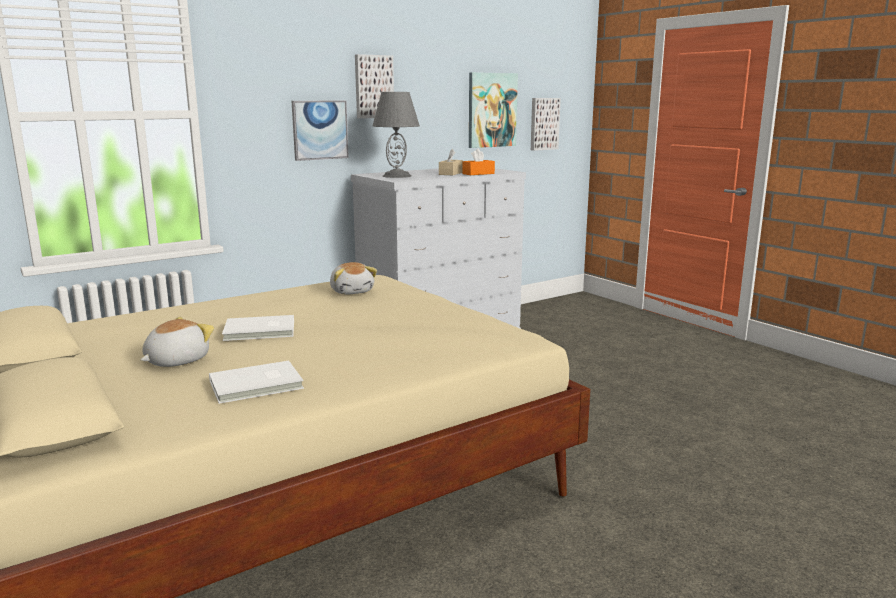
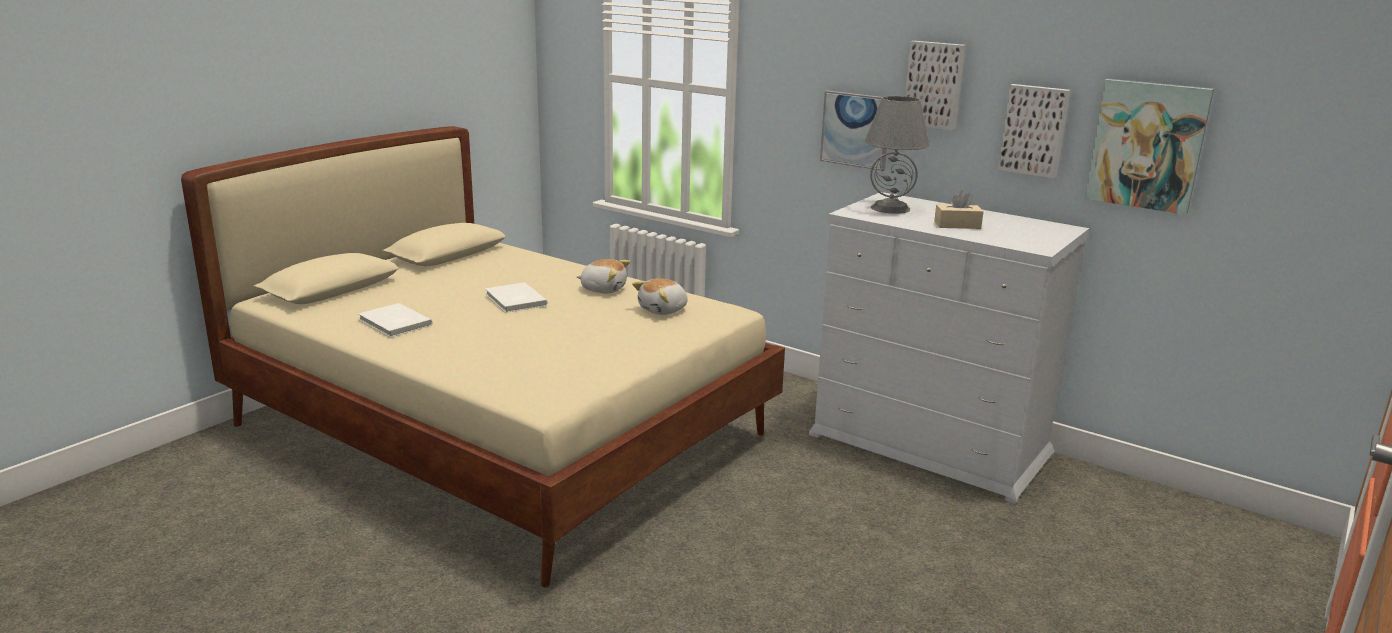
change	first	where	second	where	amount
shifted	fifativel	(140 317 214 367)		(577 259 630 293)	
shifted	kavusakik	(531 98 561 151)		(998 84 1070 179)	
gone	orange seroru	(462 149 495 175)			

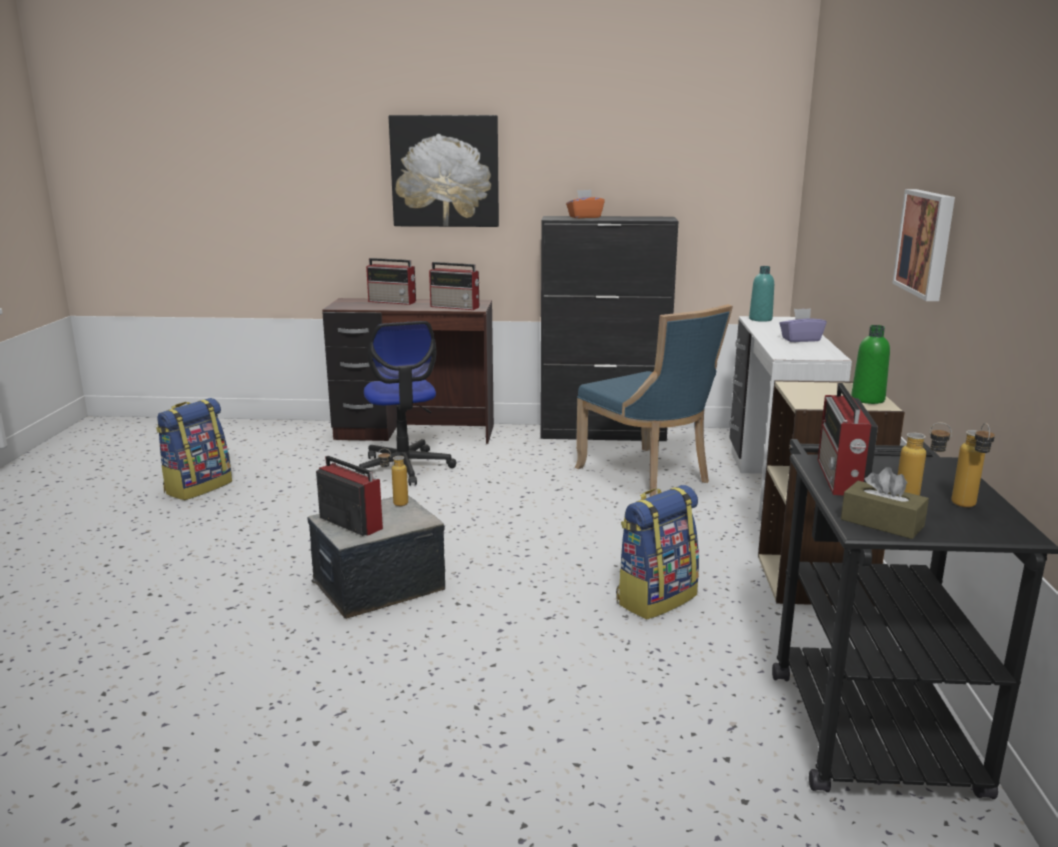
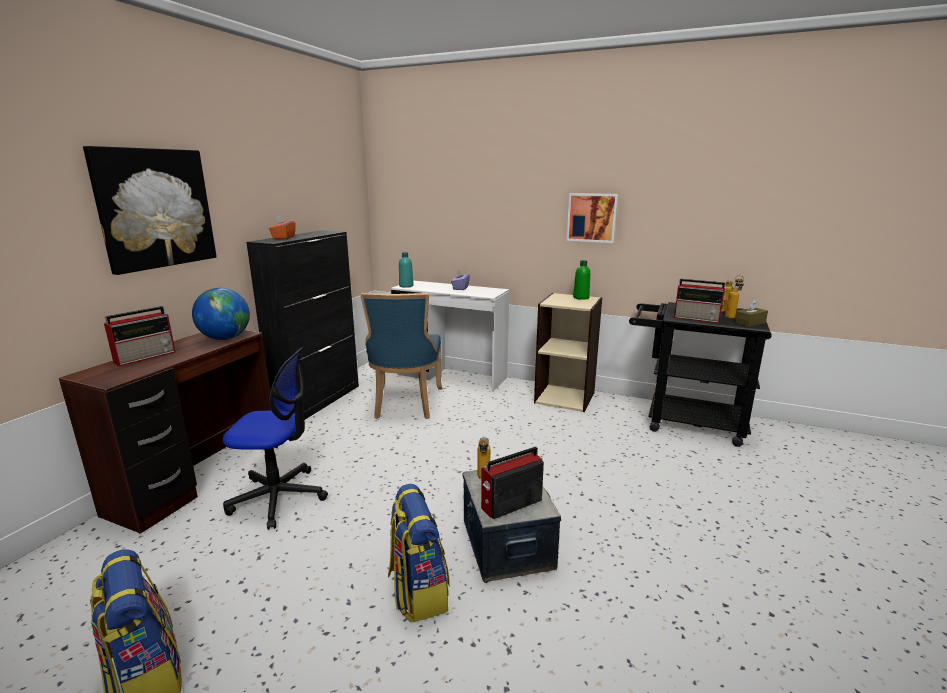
change	first	where	second	where	amount
swapped	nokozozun	(429 262 480 310)	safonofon	(192 288 250 340)	
rotated	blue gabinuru	(575 304 733 497)		(360 293 443 419)	105 degrees clockwise
shifted	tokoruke	(616 485 699 620)		(388 484 450 623)	

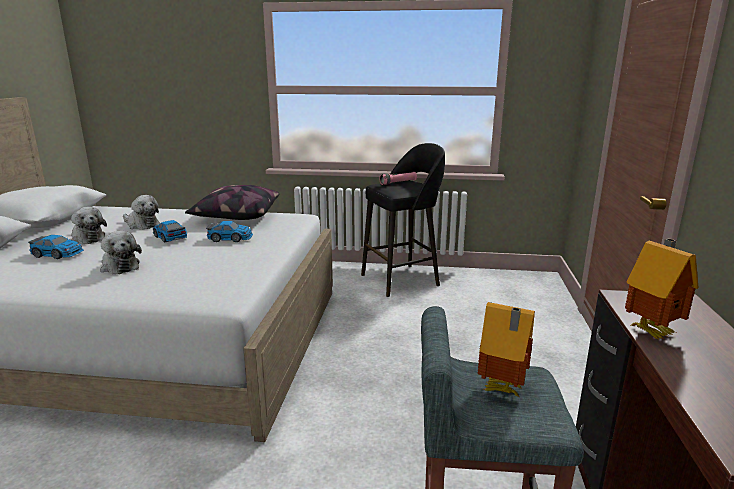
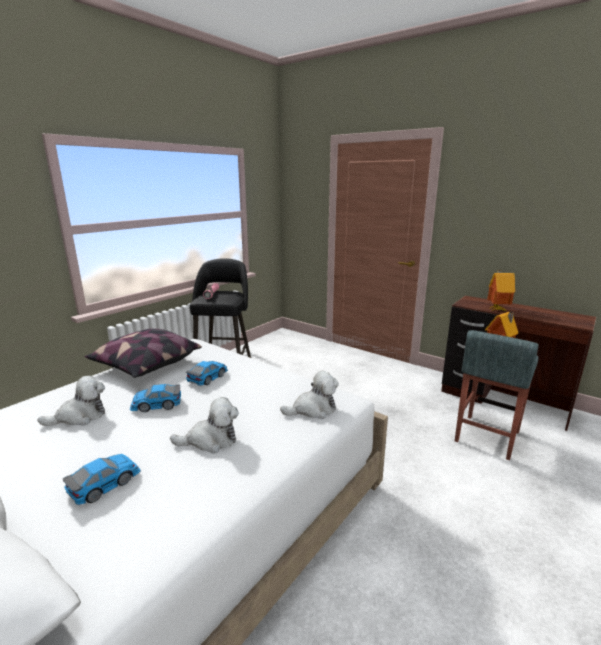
change	first	where	second	where	amount
shifted	fifativel	(71 207 107 244)		(280 371 339 419)	

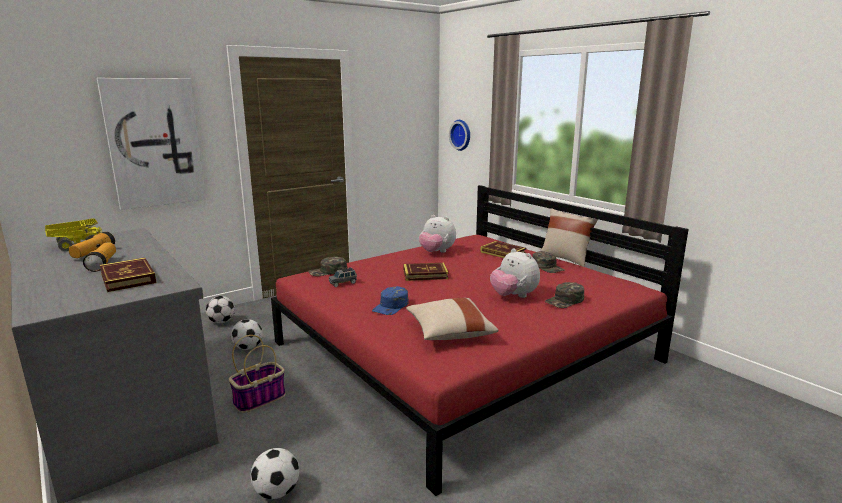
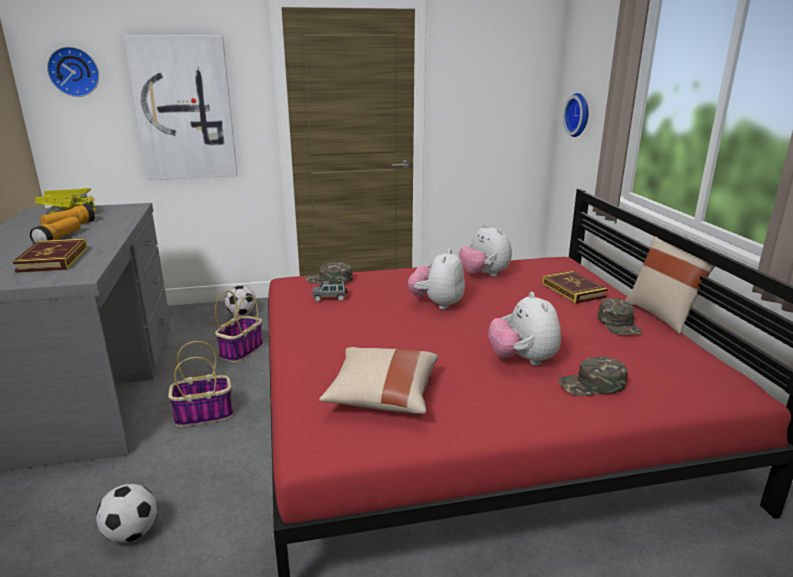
change	first	where	second	where	amount
new			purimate	(47 46 99 97)	
swapped	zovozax	(231 319 263 350)	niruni	(215 291 263 362)	
swapped	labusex	(403 263 448 281)	fifativel	(408 249 465 309)	
gone	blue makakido	(372 286 409 315)			

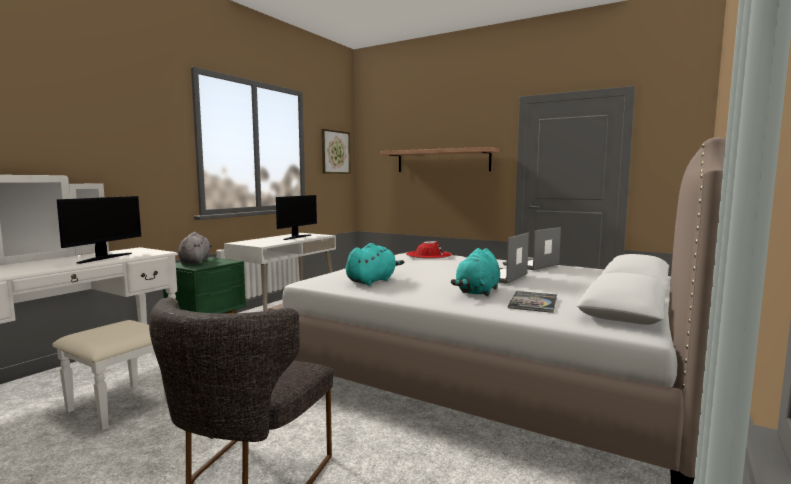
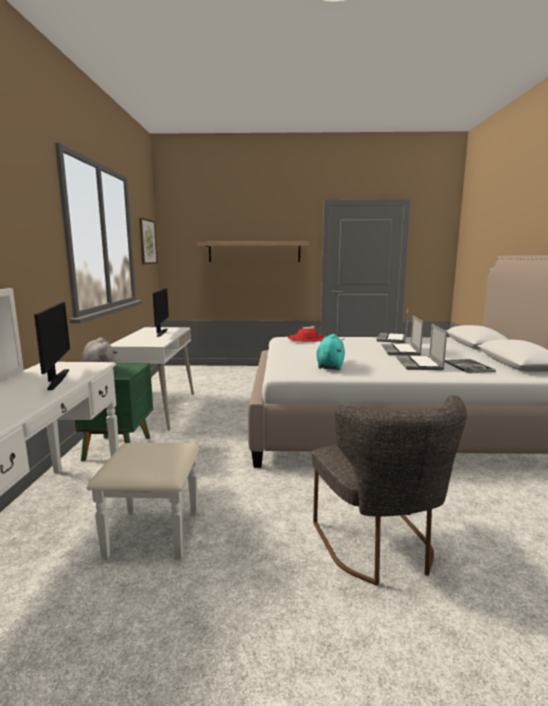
change	first	where	second	where	amount
swapped	turquoise fifativel	(451 248 500 296)	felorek	(396 324 447 370)	

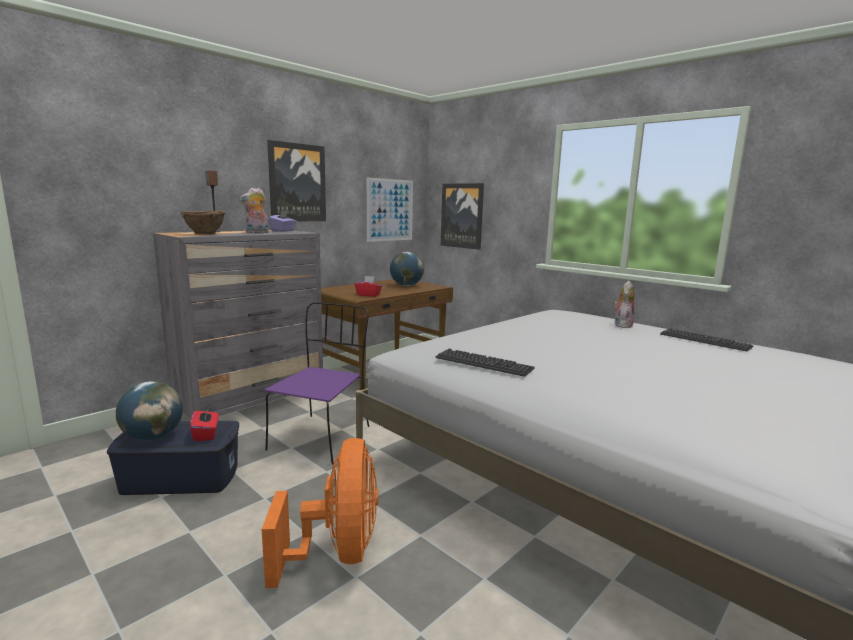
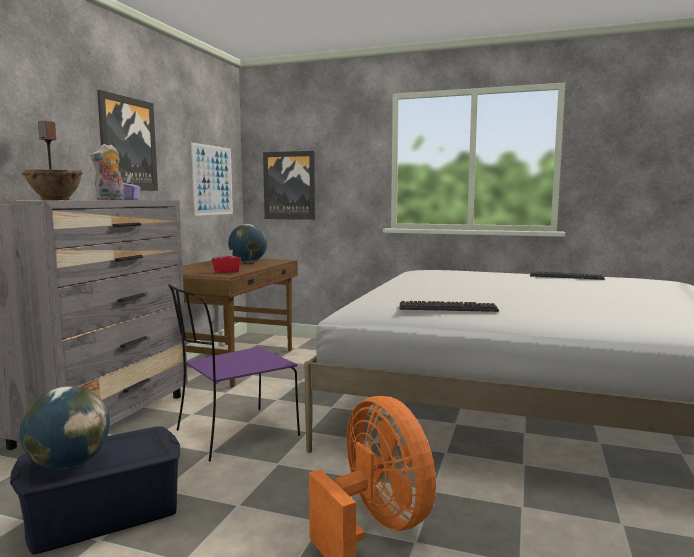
change	first	where	second	where	amount
rotated	purple gabinuru	(264 302 369 464)		(168 284 300 461)	120 degrees counterclockwise
gone	red seroru	(190 405 219 442)			
gone	fifativel	(614 281 634 328)			

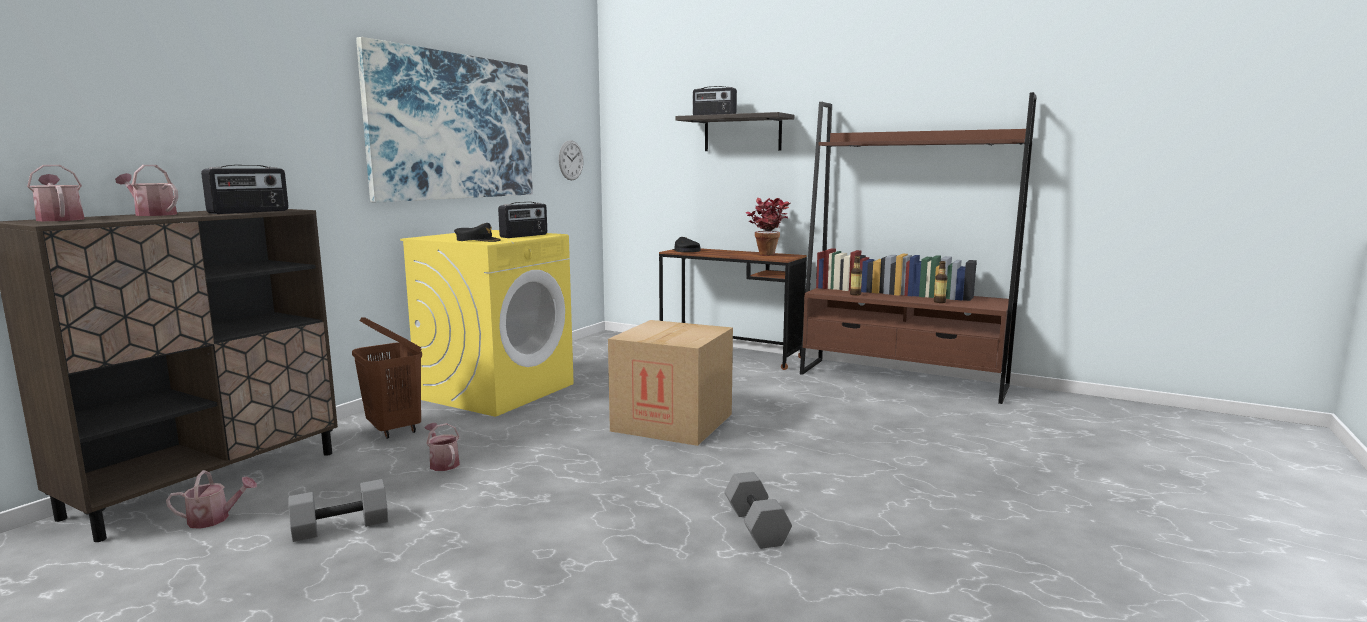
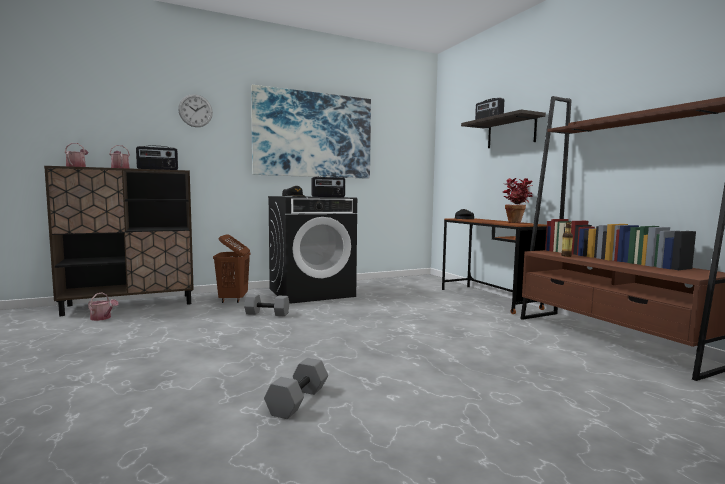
change	first	where	second	where	amount
shifted	purimate	(558 140 584 180)		(178 94 213 127)	
shifted	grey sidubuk	(288 479 388 542)		(244 294 290 316)	
repainted	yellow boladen	(400 230 574 417)	black boladen	(268 196 357 304)	
gone	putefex	(424 423 460 471)			
gone	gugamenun	(608 320 733 446)			
gone	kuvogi	(934 261 948 303)			

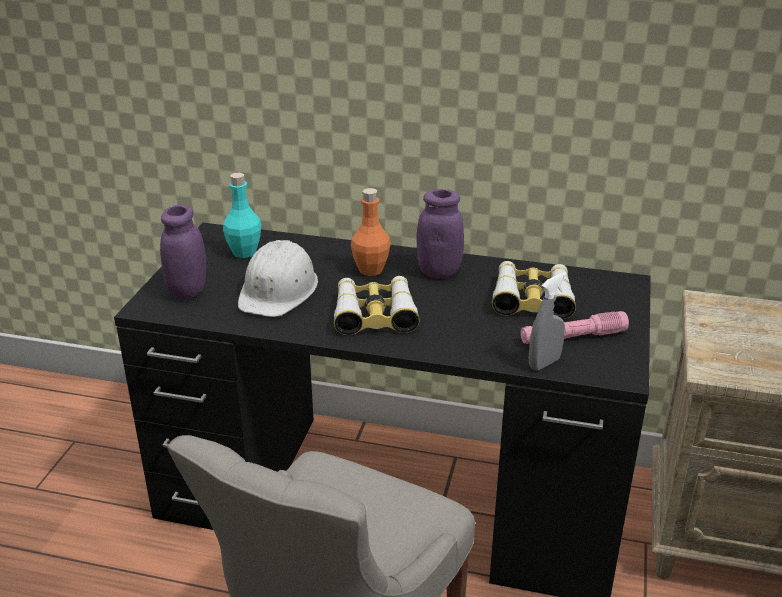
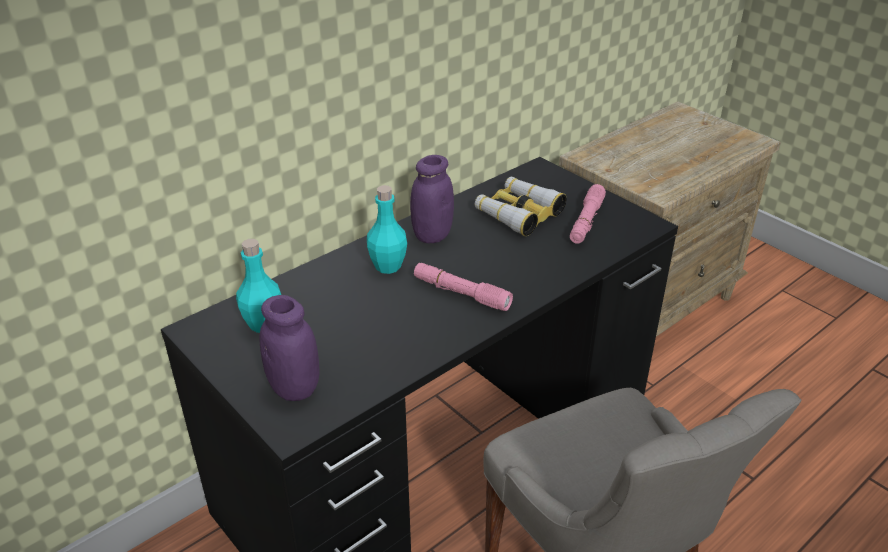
change	first	where	second	where	amount
repainted	orange kuvogi	(351 188 391 276)	turquoise kuvogi	(367 185 407 274)	
swapped	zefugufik	(334 276 420 335)	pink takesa	(414 263 513 311)	
gone	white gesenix	(238 240 318 317)			
gone	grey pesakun	(529 272 567 370)			

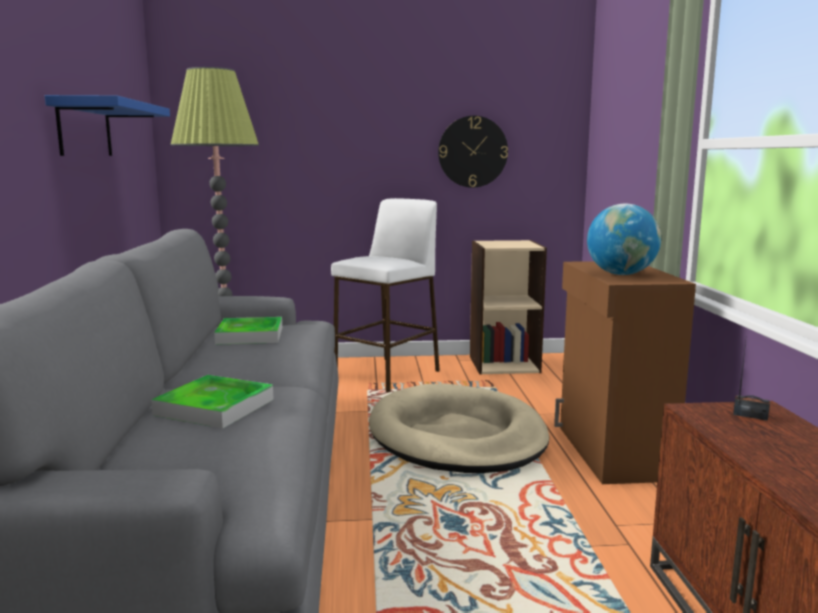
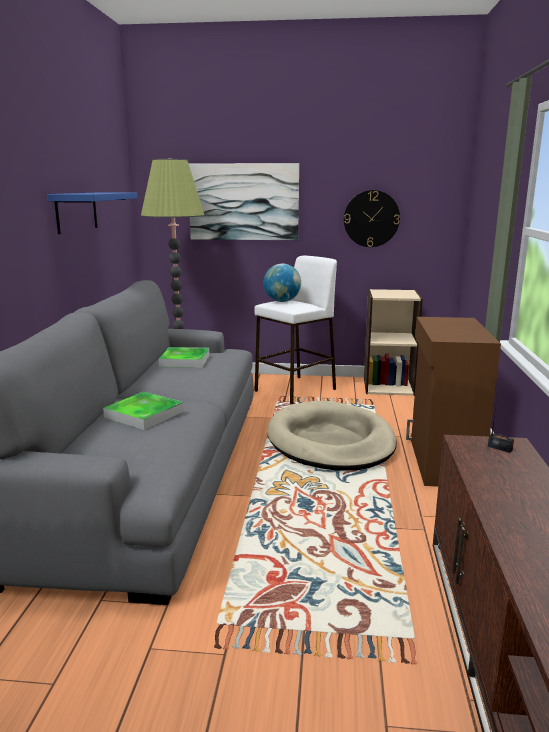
change	first	where	second	where	amount
new			kavusakik	(189 163 299 240)	
shifted	safonofon	(587 203 661 275)		(263 263 301 302)	

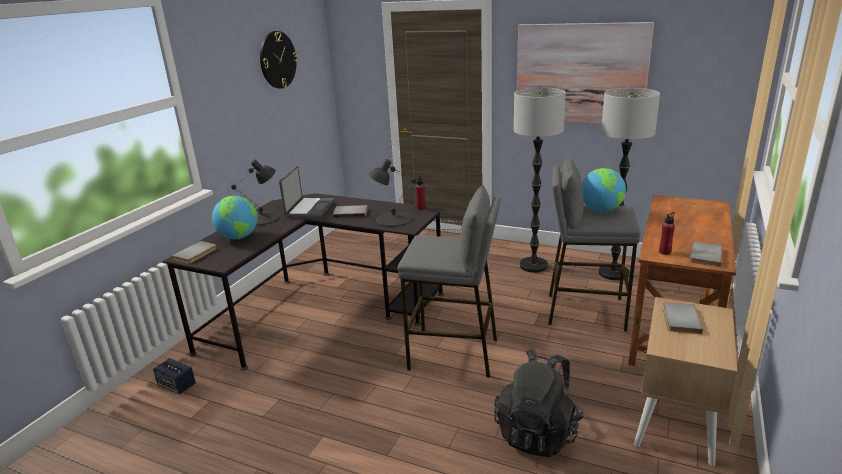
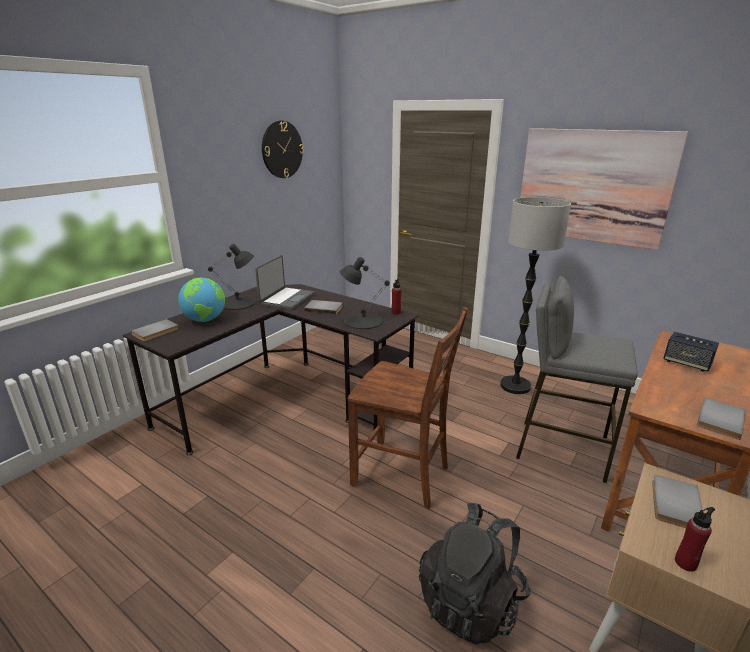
change	first	where	second	where	amount
swapped	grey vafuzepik	(397 185 501 378)	brown gabinuru	(348 307 468 509)	
shifted	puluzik	(153 358 196 394)		(663 332 719 372)	
shifted	red kuvogi	(659 212 675 255)		(675 507 715 572)	
gone	safonofon	(582 168 626 212)			
gone	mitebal	(599 88 660 281)			

